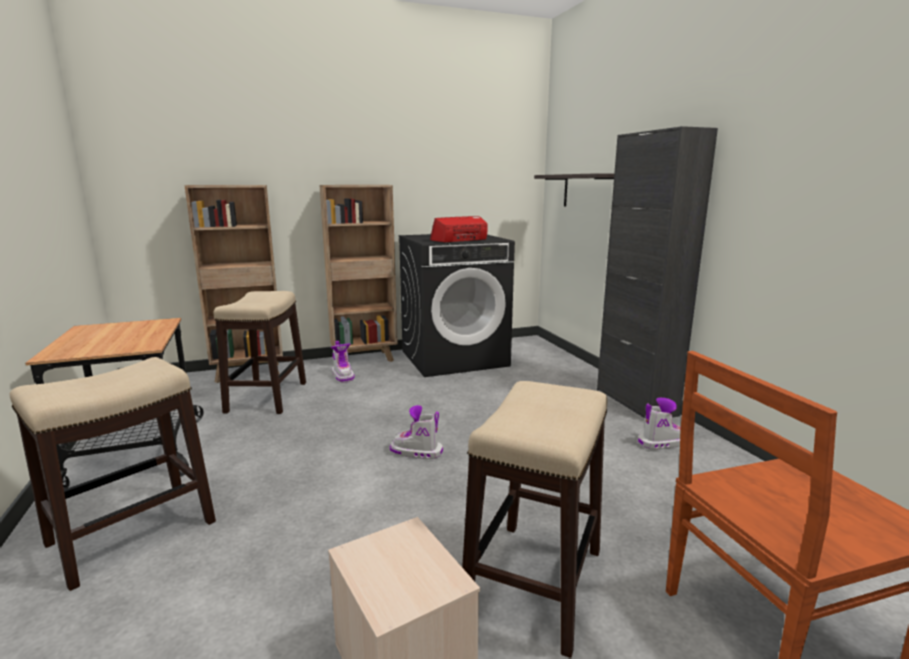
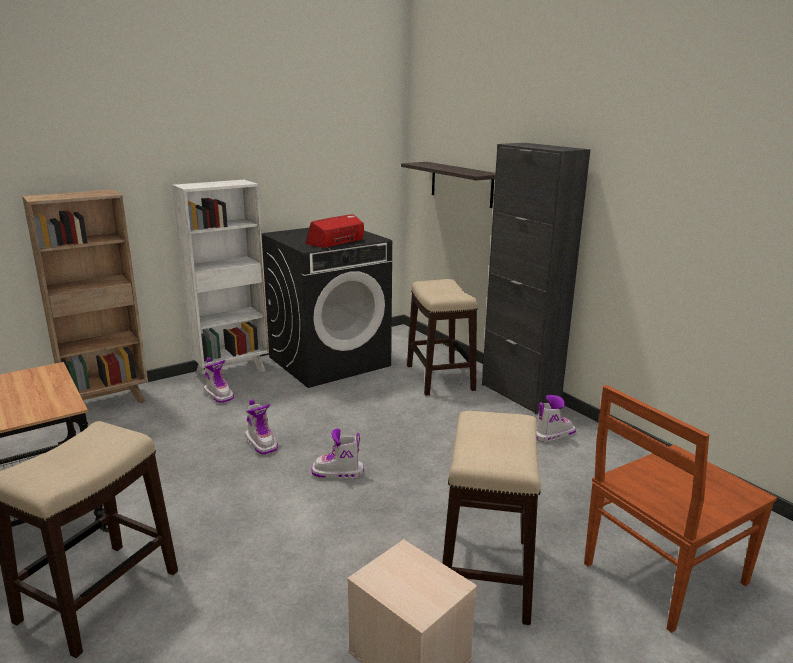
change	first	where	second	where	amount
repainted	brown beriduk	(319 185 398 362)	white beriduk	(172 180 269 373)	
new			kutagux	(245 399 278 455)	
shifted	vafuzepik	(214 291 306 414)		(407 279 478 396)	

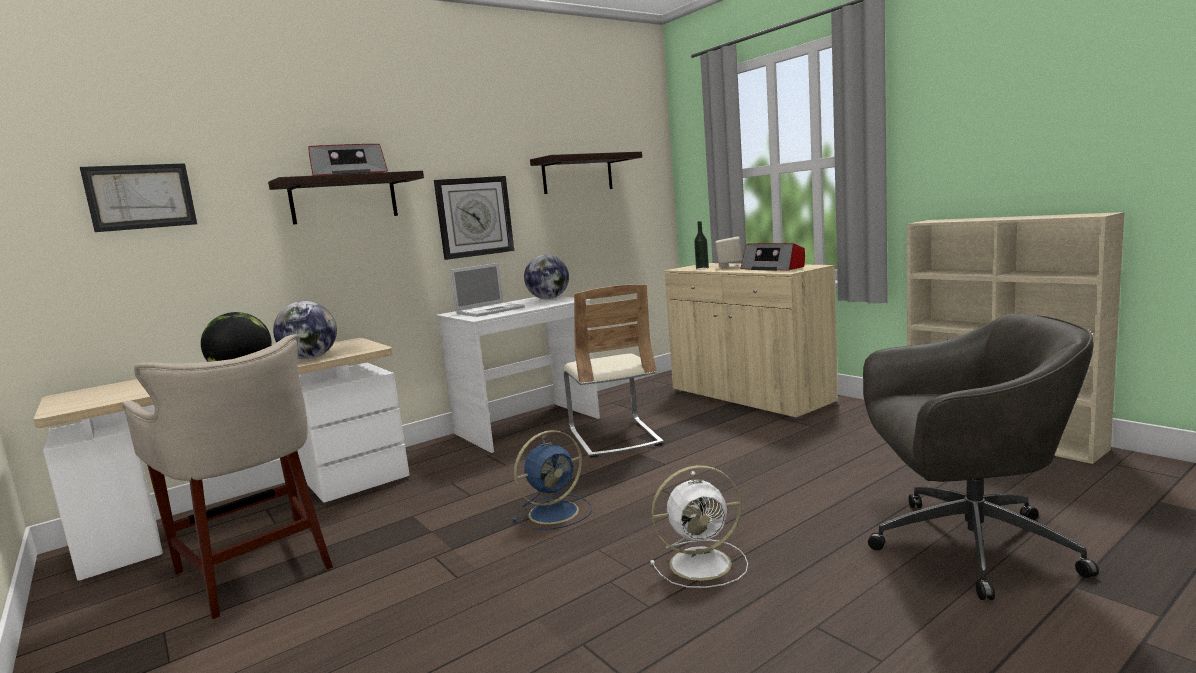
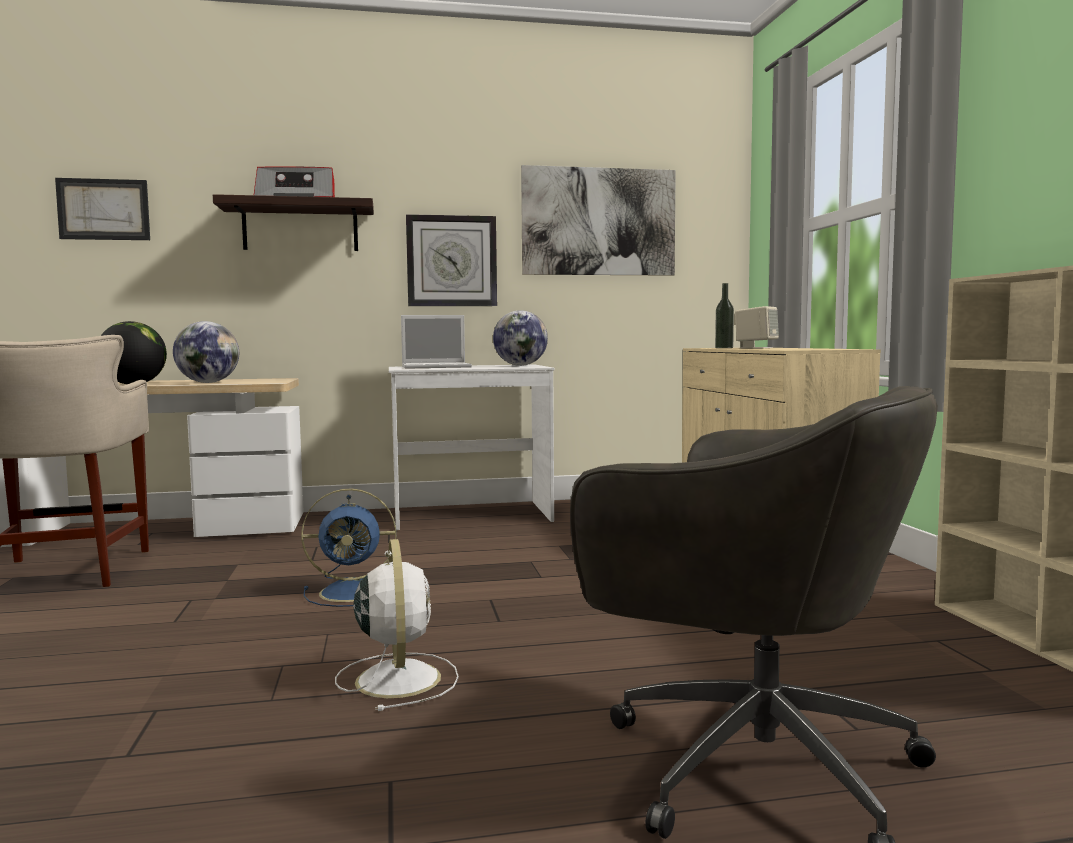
change	first	where	second	where	amount
rotated	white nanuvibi	(650 465 748 588)		(335 539 459 711)	120 degrees counterclockwise
swapped	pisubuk	(530 151 642 194)	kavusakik	(521 165 676 276)	
gone	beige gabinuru	(563 284 664 458)			
gone	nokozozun	(740 243 805 271)			

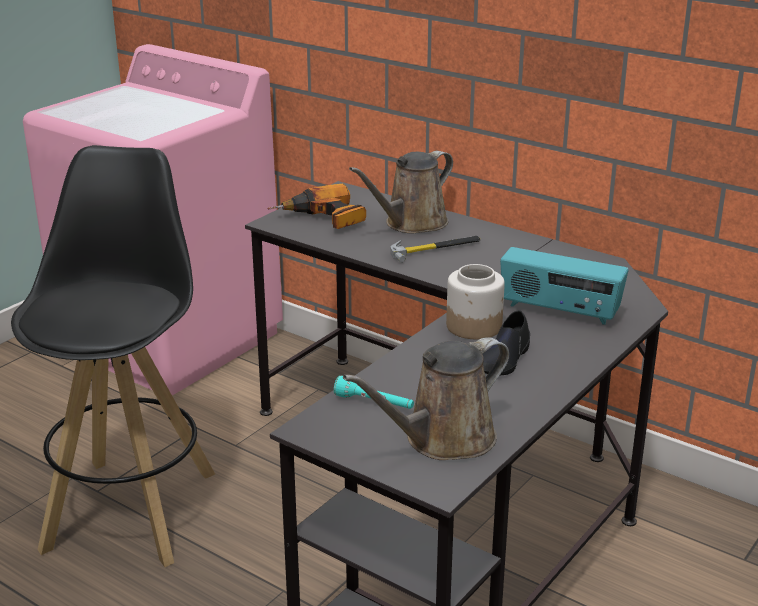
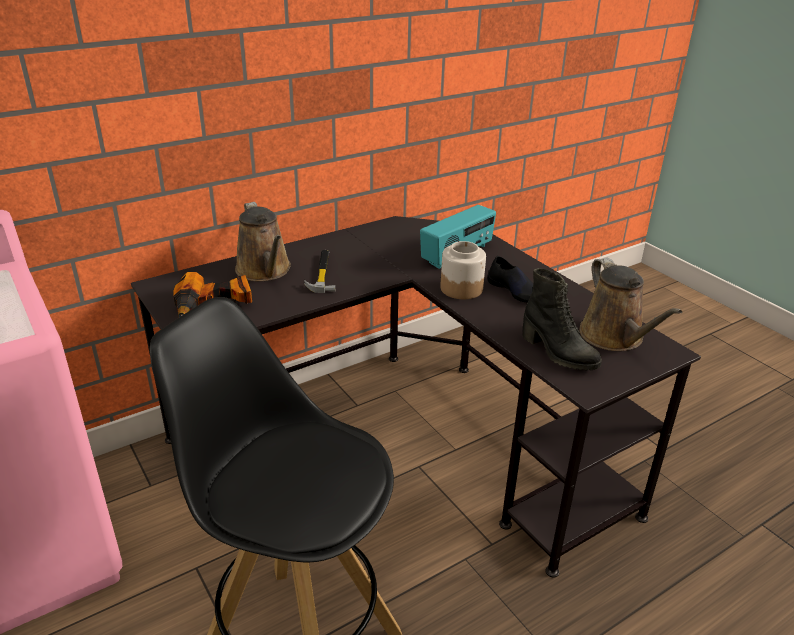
change	first	where	second	where	amount
swapped	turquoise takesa	(334 376 414 409)	black kutagux	(522 268 602 370)	

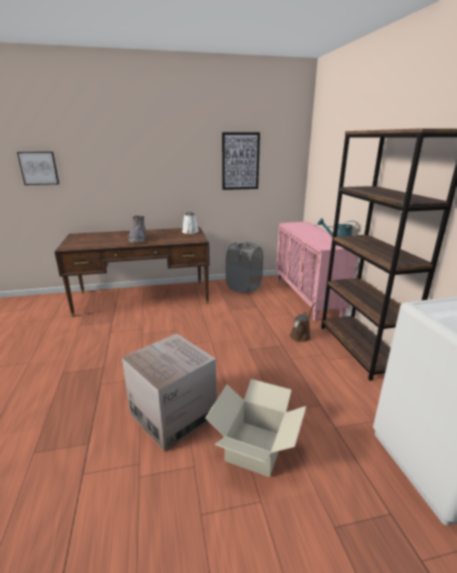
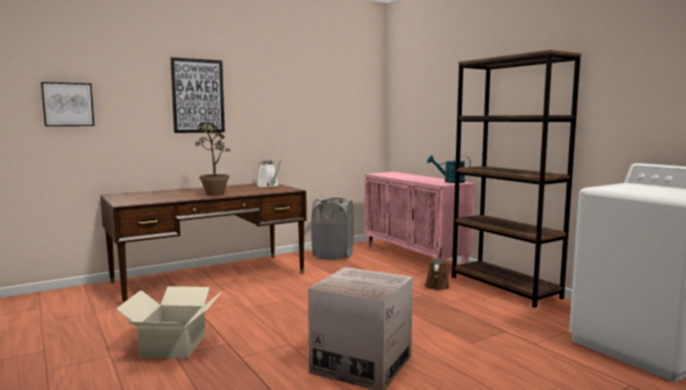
change	first	where	second	where	amount
shifted	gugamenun	(205 379 306 477)		(116 286 221 359)	
shifted	kavusakik	(222 132 260 190)		(170 57 225 133)	
swapped	grey kutagux	(128 216 146 243)	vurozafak	(195 122 230 196)	

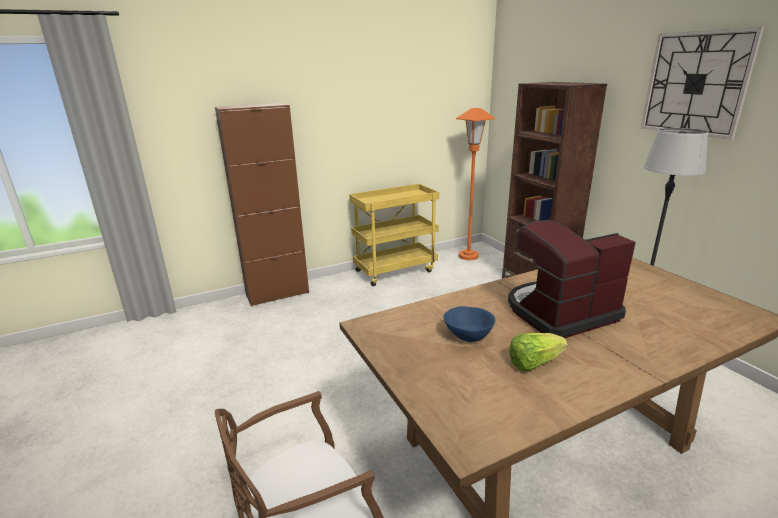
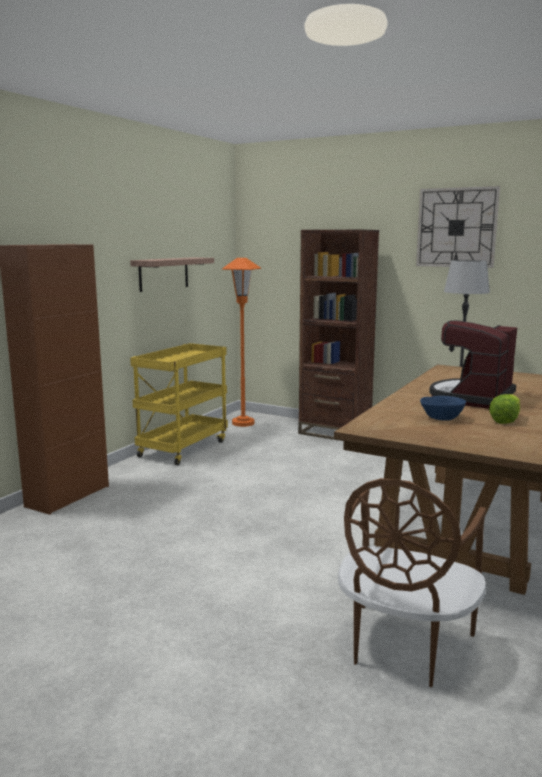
change	first	where	second	where	amount
new			pisubuk	(130 257 214 292)	

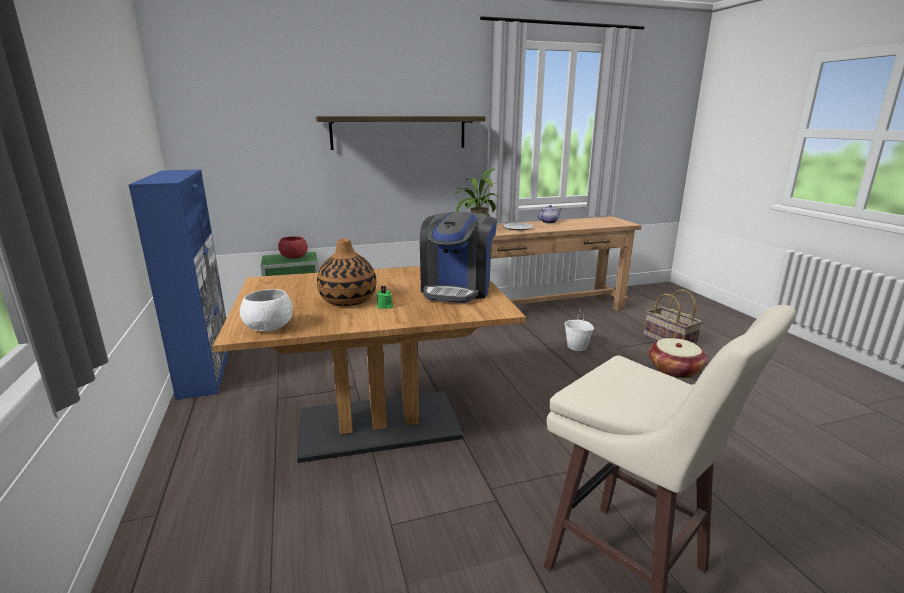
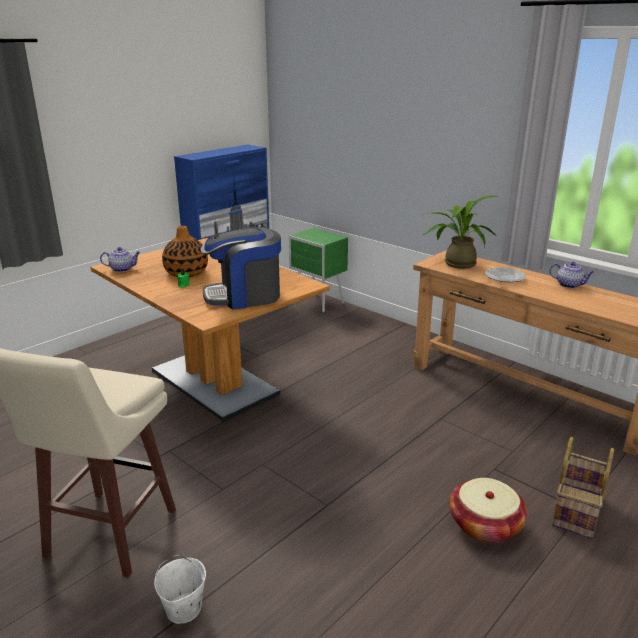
change	first	where	second	where	amount
swapped	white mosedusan	(240 289 293 331)	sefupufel	(100 247 140 272)	
shifted	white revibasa	(564 310 594 351)		(154 555 206 624)	
gone	red mosedusan	(278 237 307 259)			
gone	pisubuk	(316 116 486 150)			

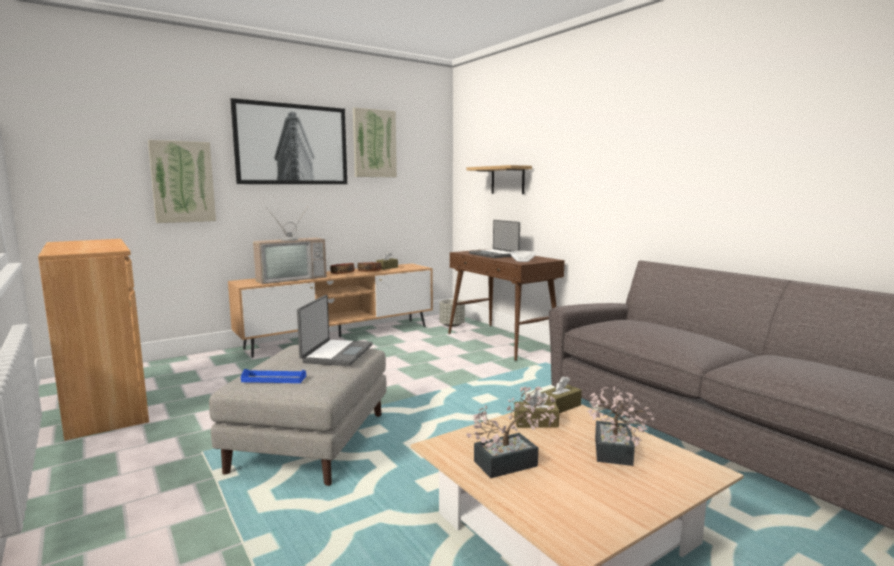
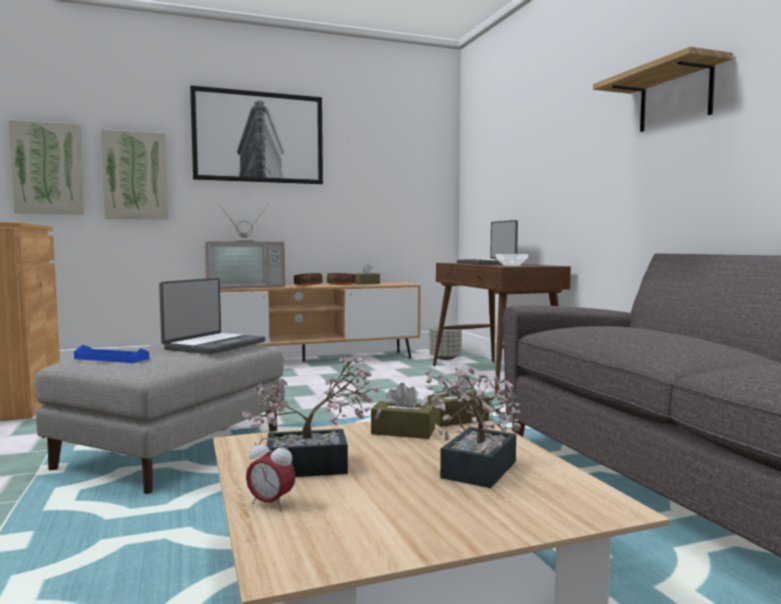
change	first	where	second	where	amount
shifted	kavusakik	(353 107 397 177)		(8 119 85 214)	
new			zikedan	(246 438 296 509)	
shifted	pisubuk	(467 165 532 194)		(593 47 733 132)	

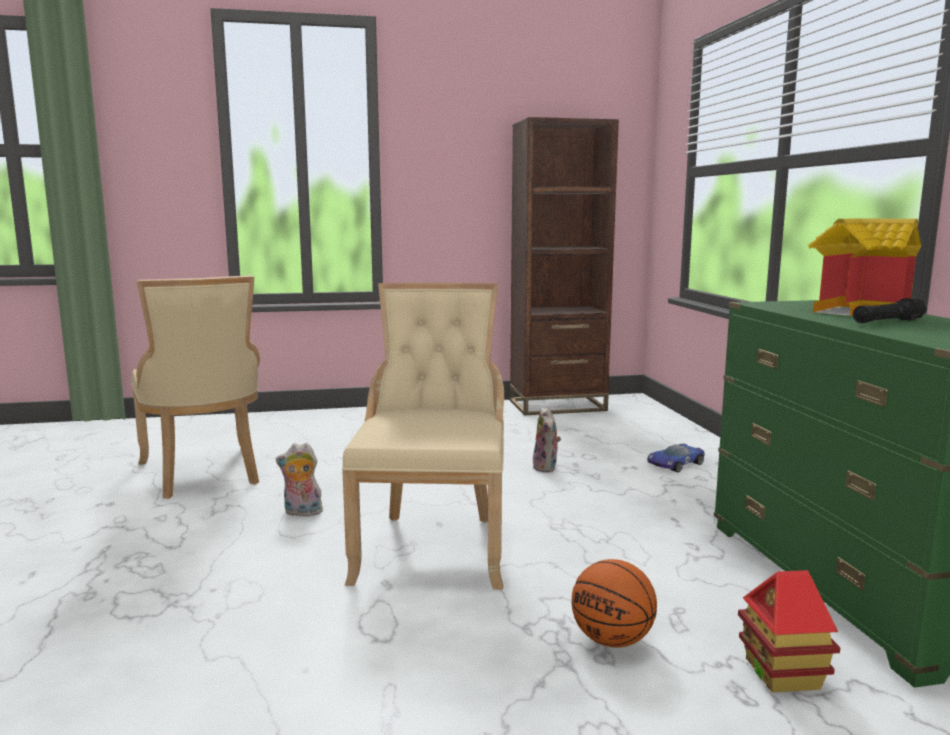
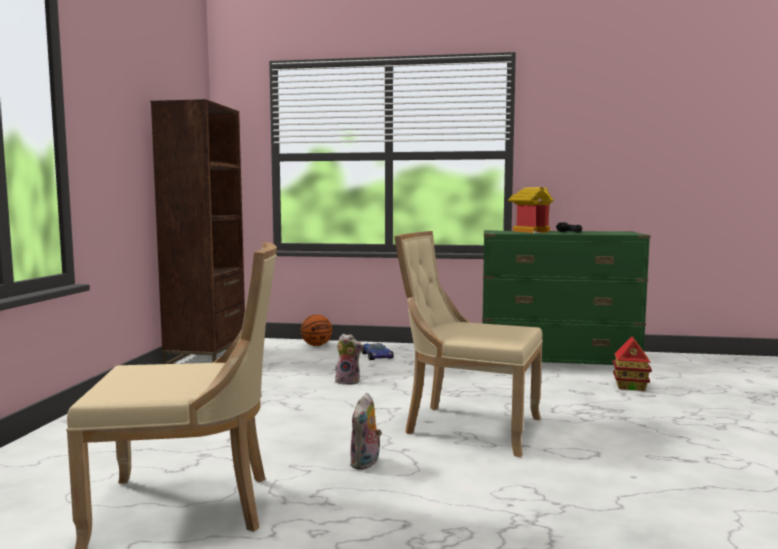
change	first	where	second	where	amount
shifted	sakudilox	(572 559 657 648)		(301 315 332 346)	

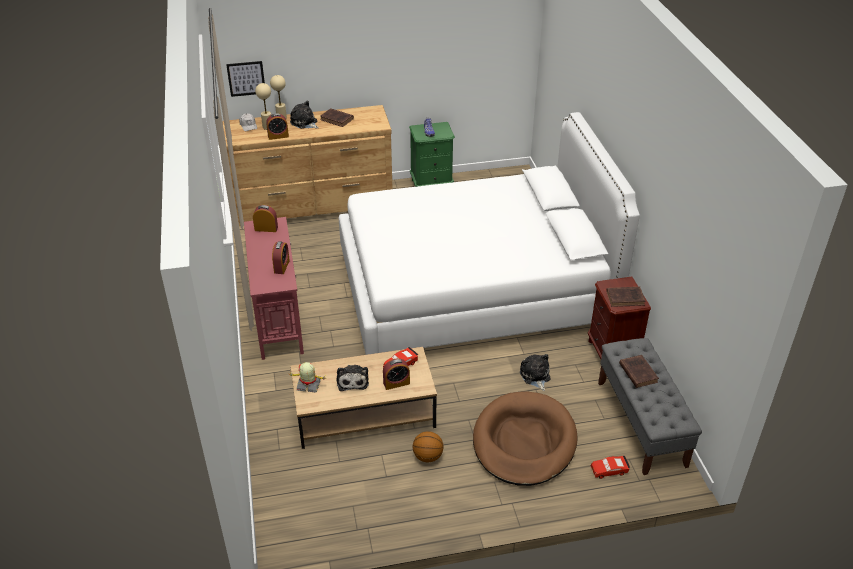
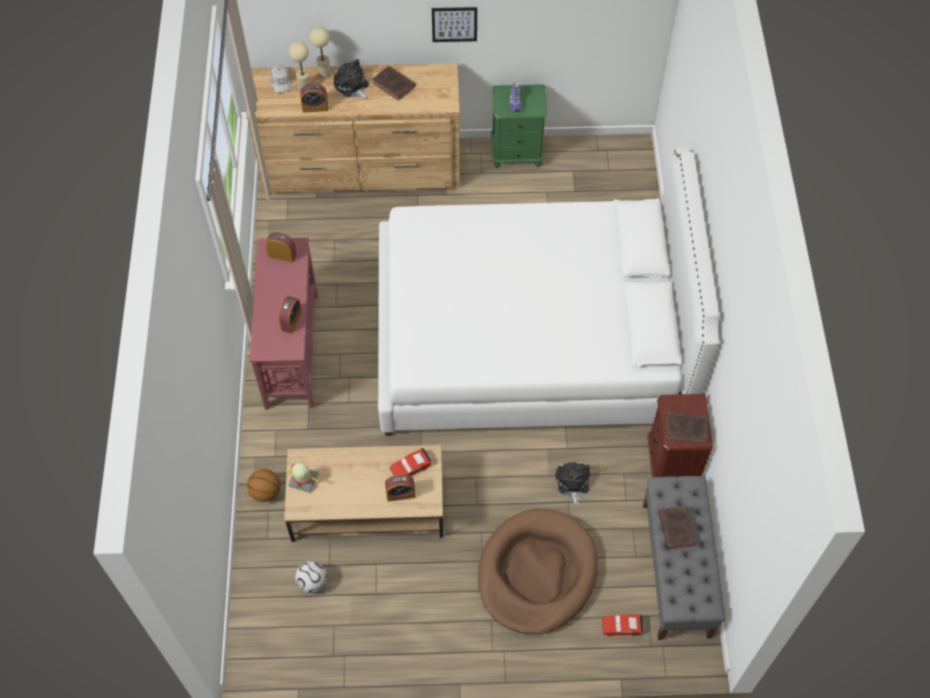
change	first	where	second	where	amount
shifted	sakudilox	(413 431 444 462)		(247 469 281 502)	
new			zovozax	(295 561 327 593)	
shifted	kavusakik	(226 61 265 97)		(432 7 477 42)	
gone	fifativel	(337 365 369 391)			

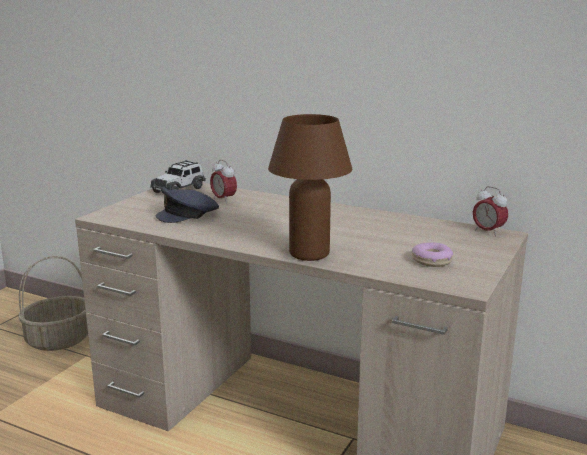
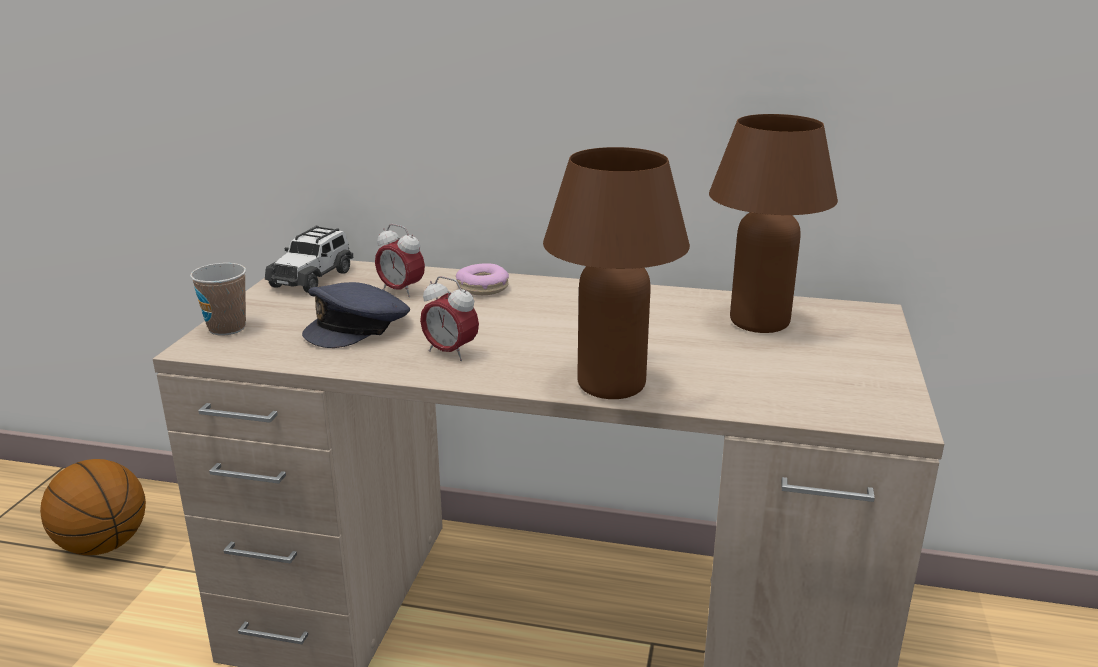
change	first	where	second	where	amount
swapped	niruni	(18 256 88 351)	sakudilox	(40 459 146 555)	
new			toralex	(190 263 246 335)	
shifted	zikedan	(473 186 508 237)		(420 276 479 361)	
shifted	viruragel	(412 242 453 267)		(456 263 509 295)	
new			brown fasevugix	(709 114 838 333)	

